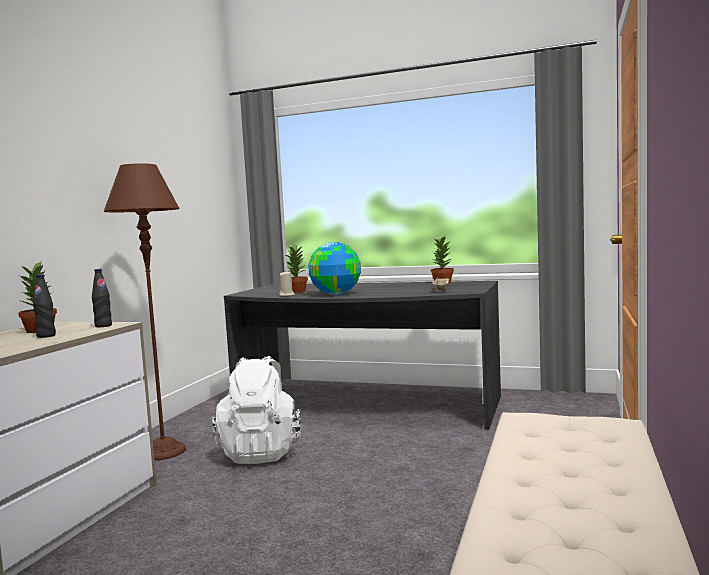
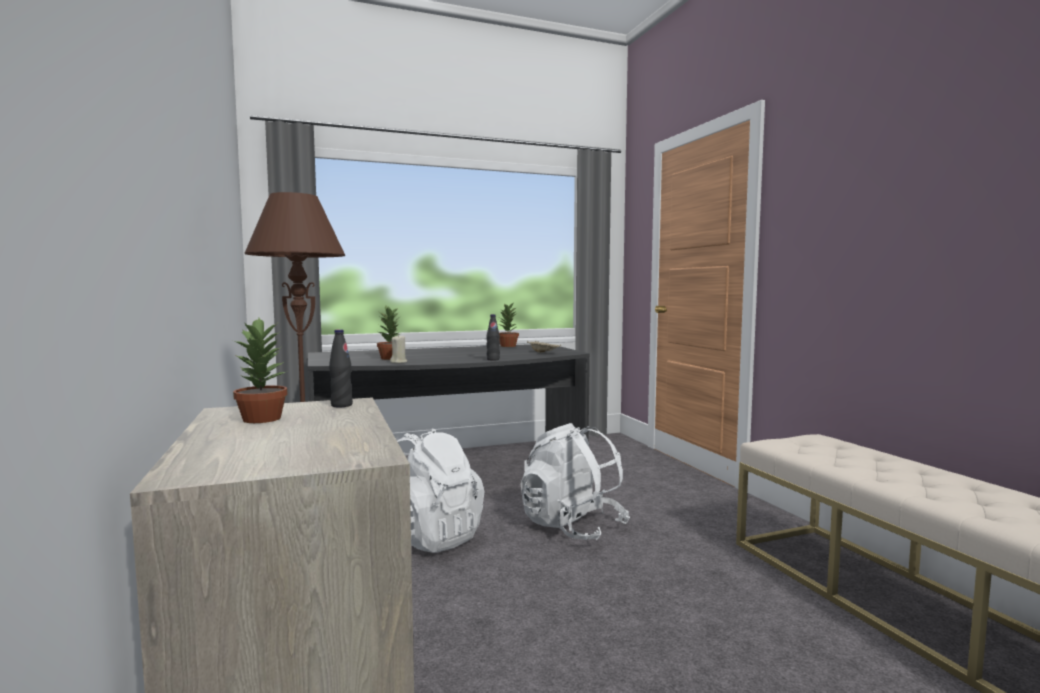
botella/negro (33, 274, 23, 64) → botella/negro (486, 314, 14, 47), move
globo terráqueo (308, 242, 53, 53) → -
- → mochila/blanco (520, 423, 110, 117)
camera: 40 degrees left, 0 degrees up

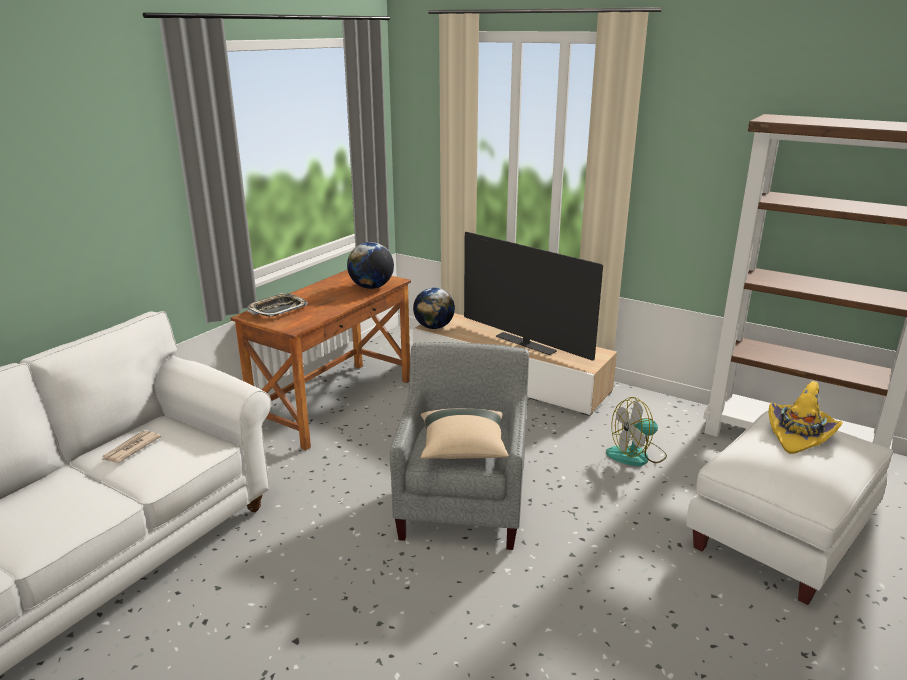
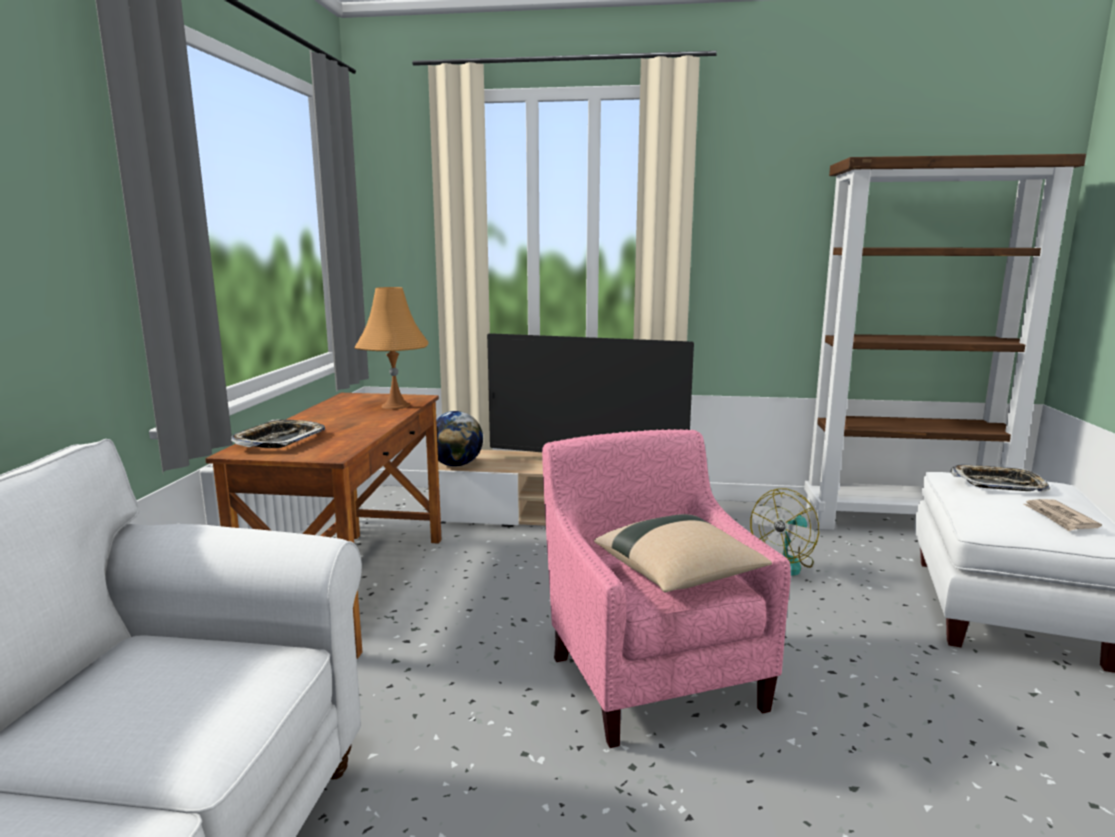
periódico (102, 431, 59, 32) → periódico (1023, 499, 79, 32), move
globo terráqueo (347, 242, 47, 47) → lámpara de mesa/naranja (354, 287, 74, 122)
sillón/gris (390, 342, 139, 208) → sillón/rosa (542, 429, 249, 319)
sombrero/amarillo (769, 381, 74, 73) → bandeja (950, 464, 100, 27)
camera: 25 degrees left, 10 degrees down

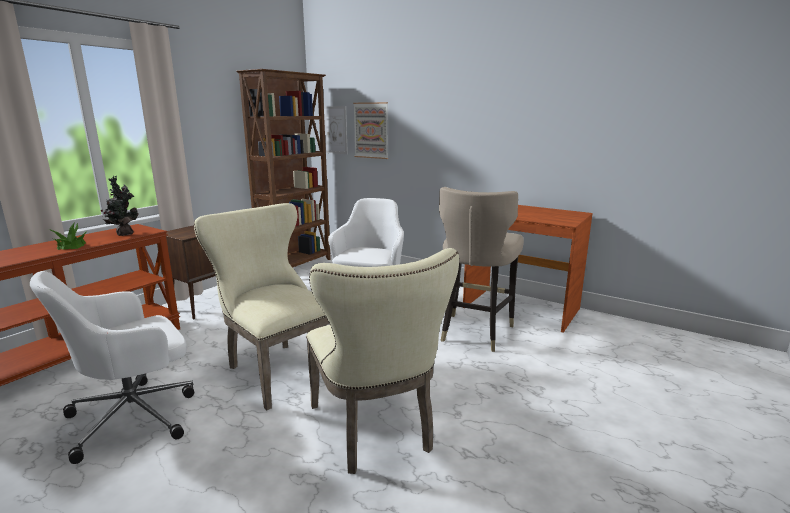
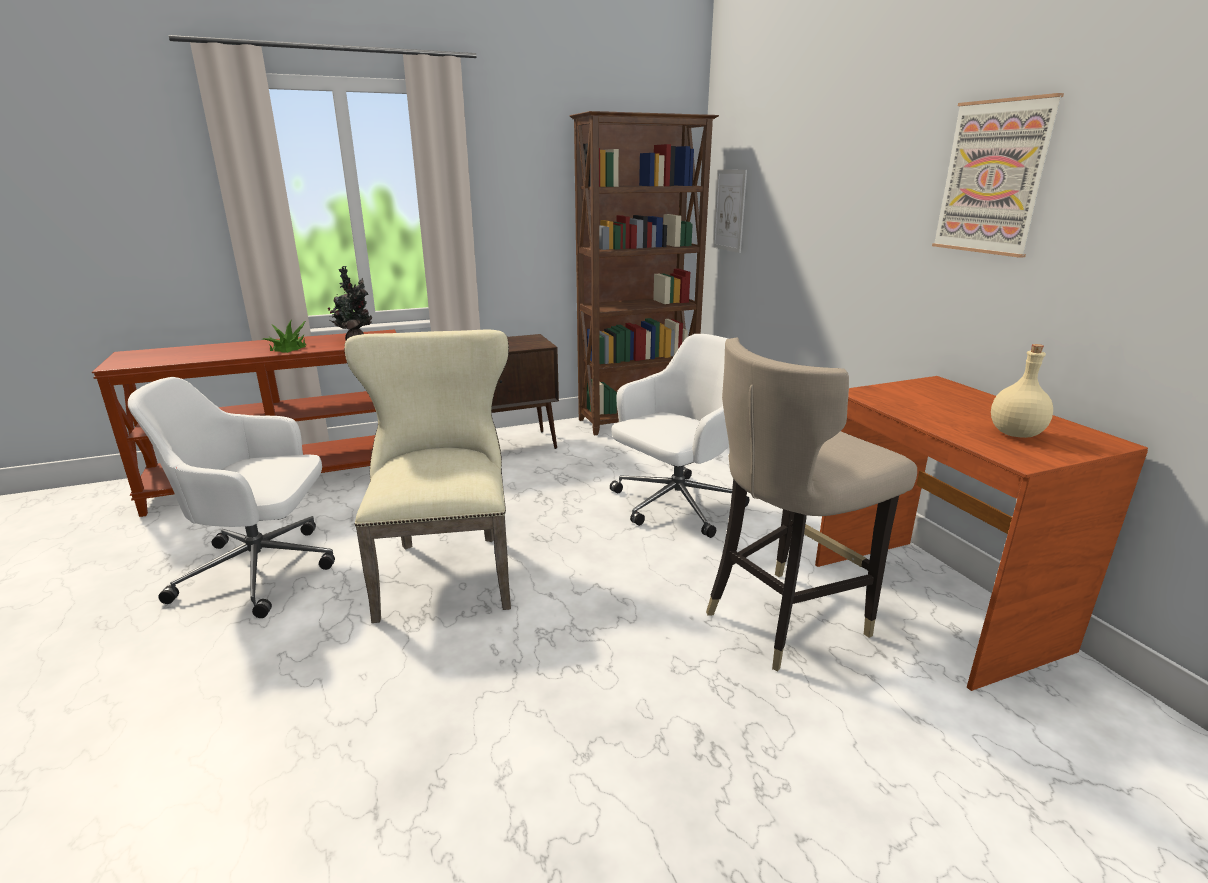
silla/beis (306, 248, 153, 226) → -
cuadro (353, 102, 35, 57) → cuadro (932, 93, 132, 165), move
- → botella/beis (991, 344, 62, 94)
camera: 35 degrees right, 5 degrees up

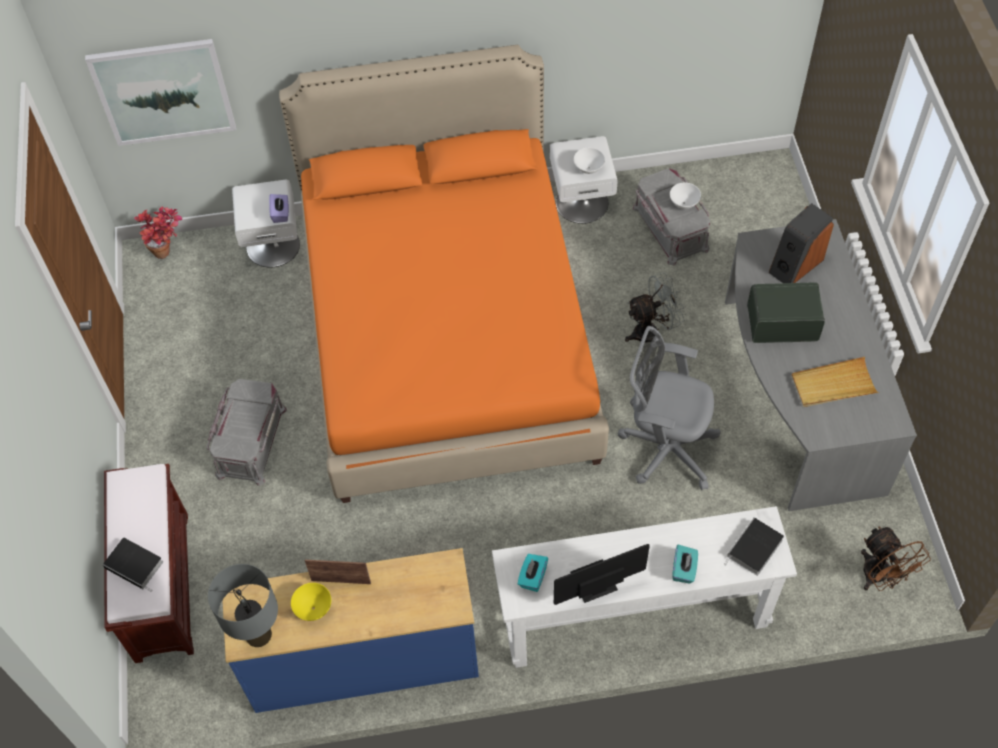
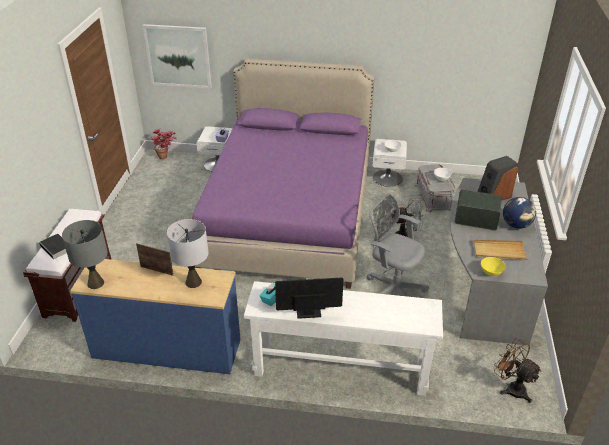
caja de almacenaje/gris (207, 379, 80, 107) → -
cama/naranja (279, 45, 330, 458) → cama/morado (192, 58, 183, 231)
cuenco/amarillo (291, 583, 40, 38) → cuenco/amarillo (481, 257, 25, 19), move
caja de pañuelos/turquesa (672, 544, 26, 40) → -
libro (724, 518, 60, 58) → -
ventilador/marrón (861, 526, 70, 65) → ventilador/marrón (494, 339, 48, 64), 150 degrees clockwise
- → lámpara de mesa/gris (167, 219, 42, 69)
- → globo terráqueo (503, 197, 33, 32)
camera: 15 degrees right, 20 degrees down

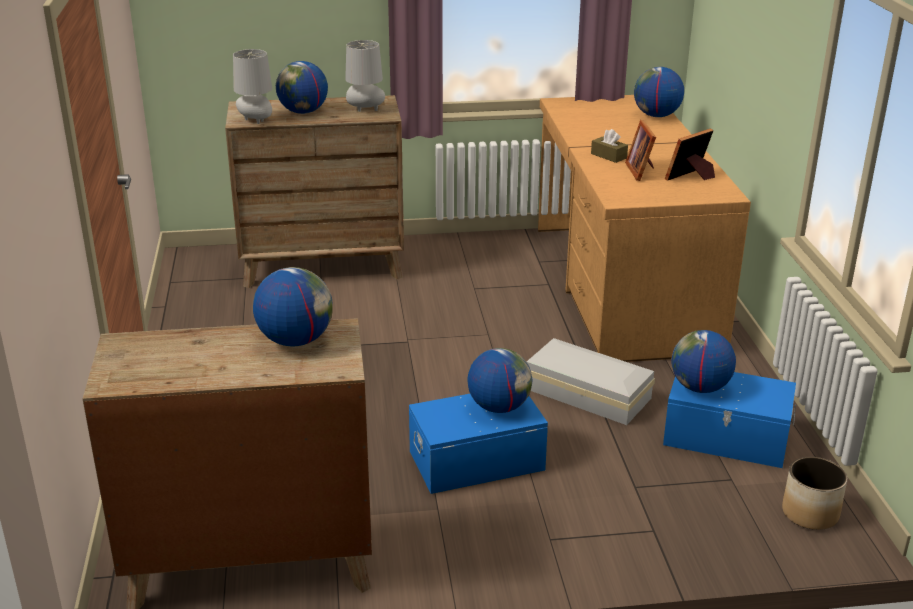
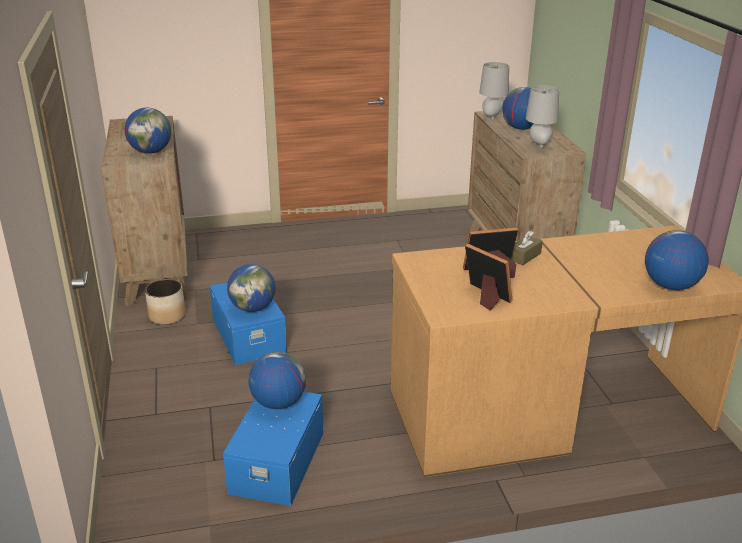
caja de almacenaje/blanco (527, 338, 128, 87) → -
maceta (782, 457, 65, 73) → maceta (145, 279, 41, 46), move
camera: 85 degrees right, 0 degrees up

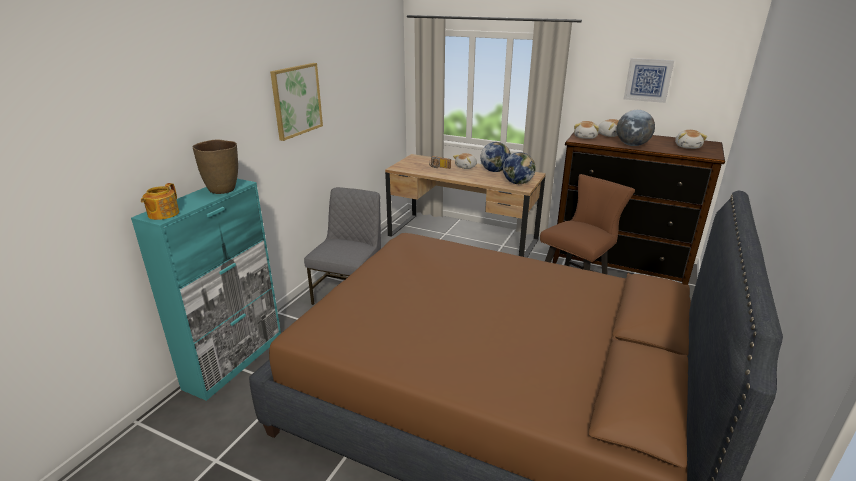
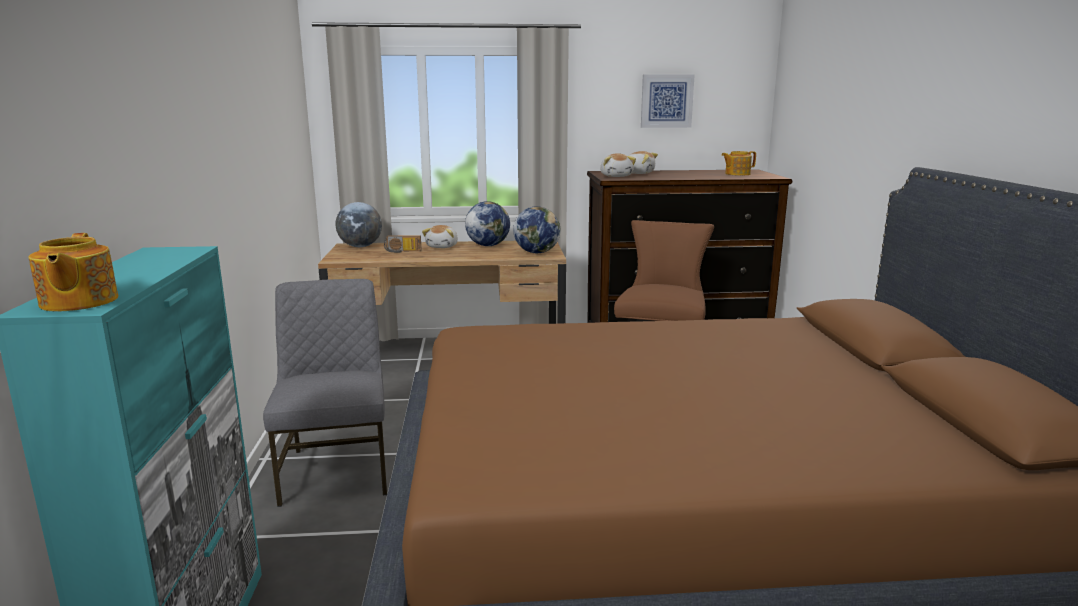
florero/marrón (193, 140, 45, 54) → -
cuadro (270, 63, 53, 78) → -
globo terráqueo (617, 110, 38, 36) → globo terráqueo (335, 202, 47, 45), move
peluche (675, 130, 32, 19) → tetera (721, 151, 35, 25)
camera: 30 degrees left, 10 degrees down

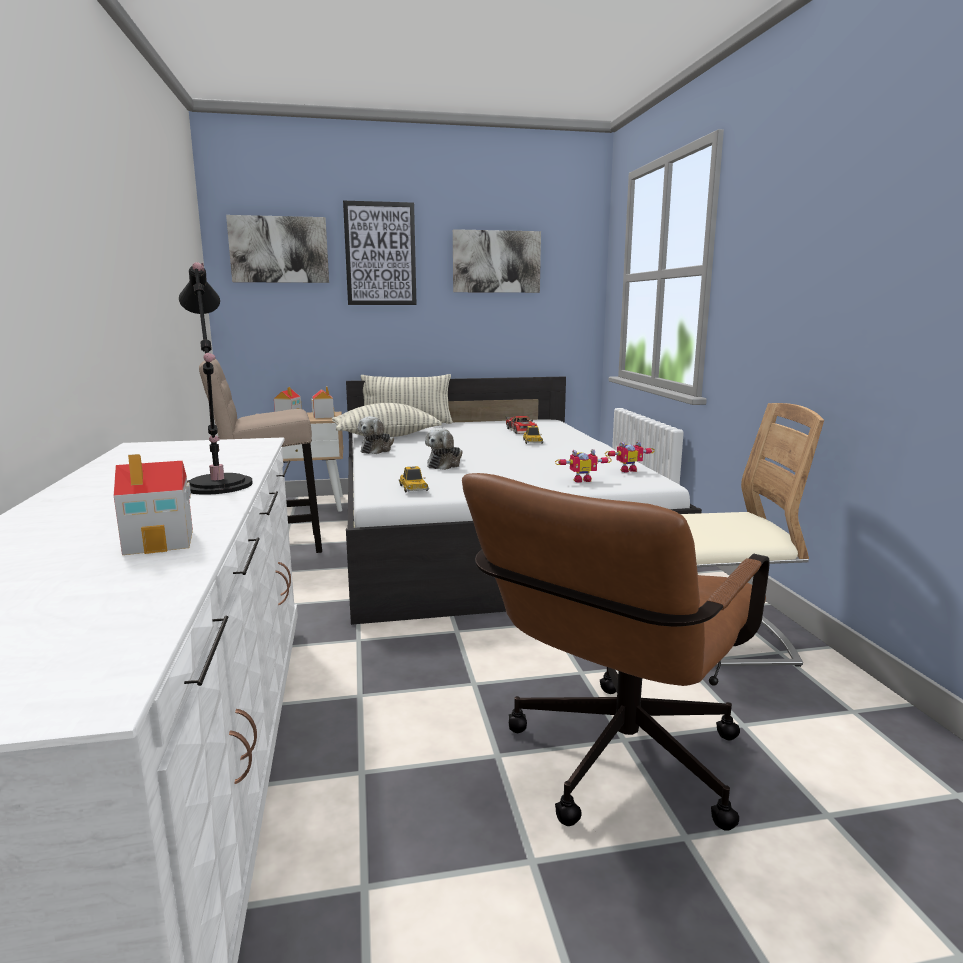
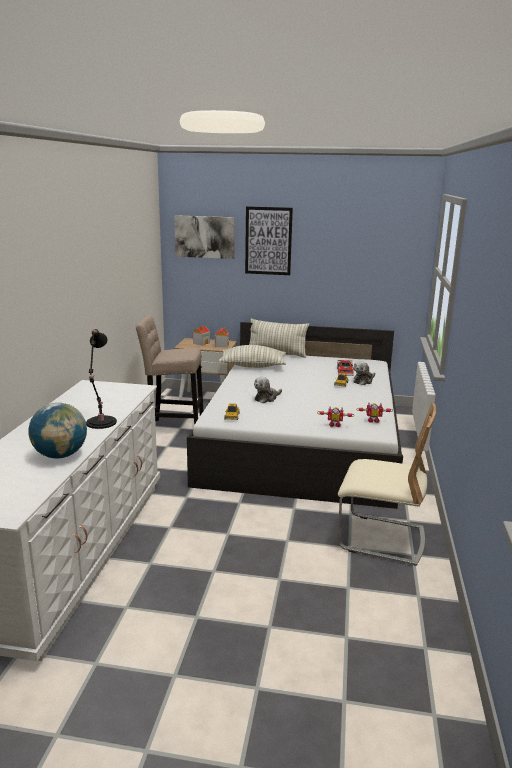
casita (114, 454, 79, 101) → globo terráqueo (28, 403, 59, 55)
peluche (358, 416, 36, 38) → peluche (353, 361, 22, 24), move
cuadro (453, 229, 88, 64) → -
silla de oficina/marrón (462, 473, 308, 358) → -
camera: 20 degrees right, 5 degrees up

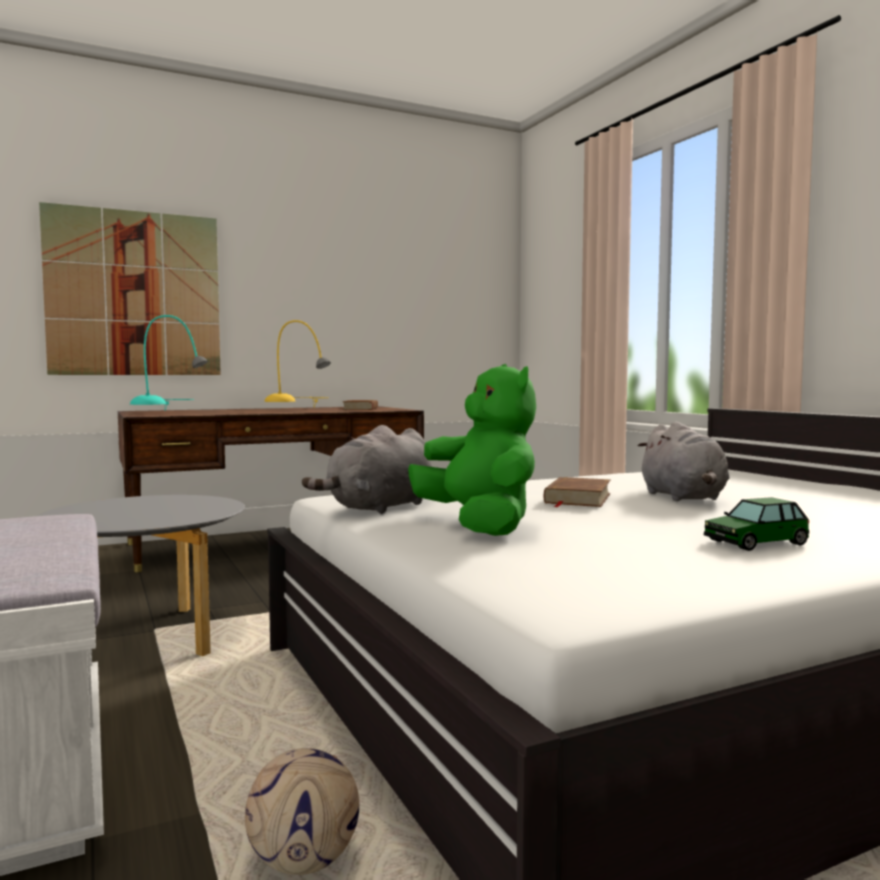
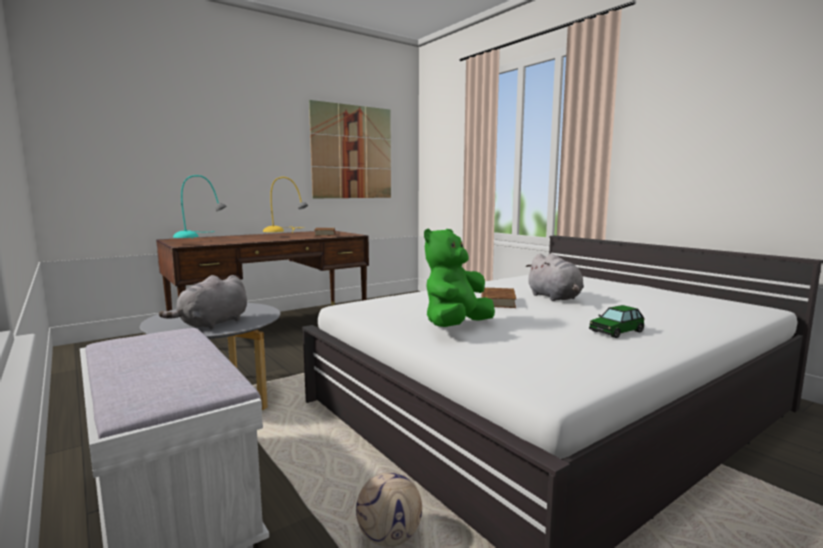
cuadro (39, 202, 182, 173) → cuadro (309, 100, 82, 98), move
peluche/gris (302, 425, 130, 89) → peluche/gris (159, 275, 88, 54), move
peluche/verde (408, 364, 128, 172) → peluche/verde (424, 229, 71, 98), 105 degrees counterclockwise
camera: 10 degrees left, 5 degrees up

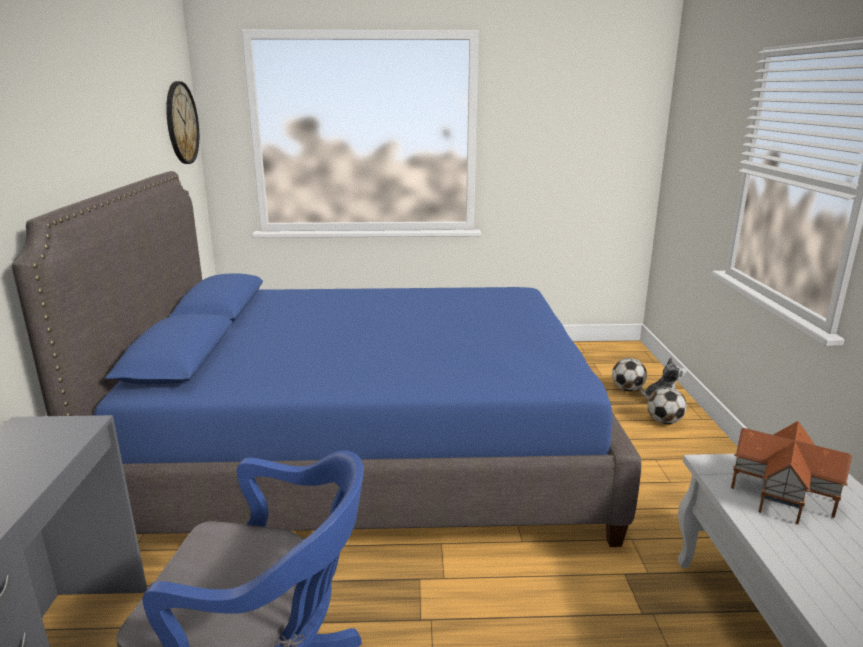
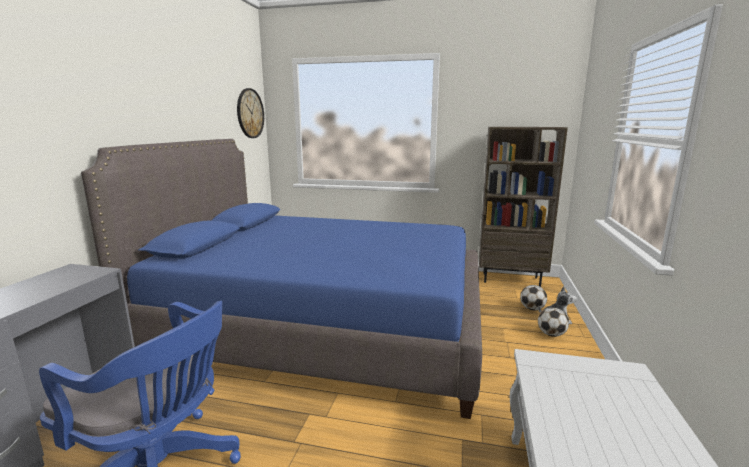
casita (731, 421, 121, 103) → -
- → estantería/marrón (479, 127, 89, 160)
camera: 15 degrees right, 5 degrees down

